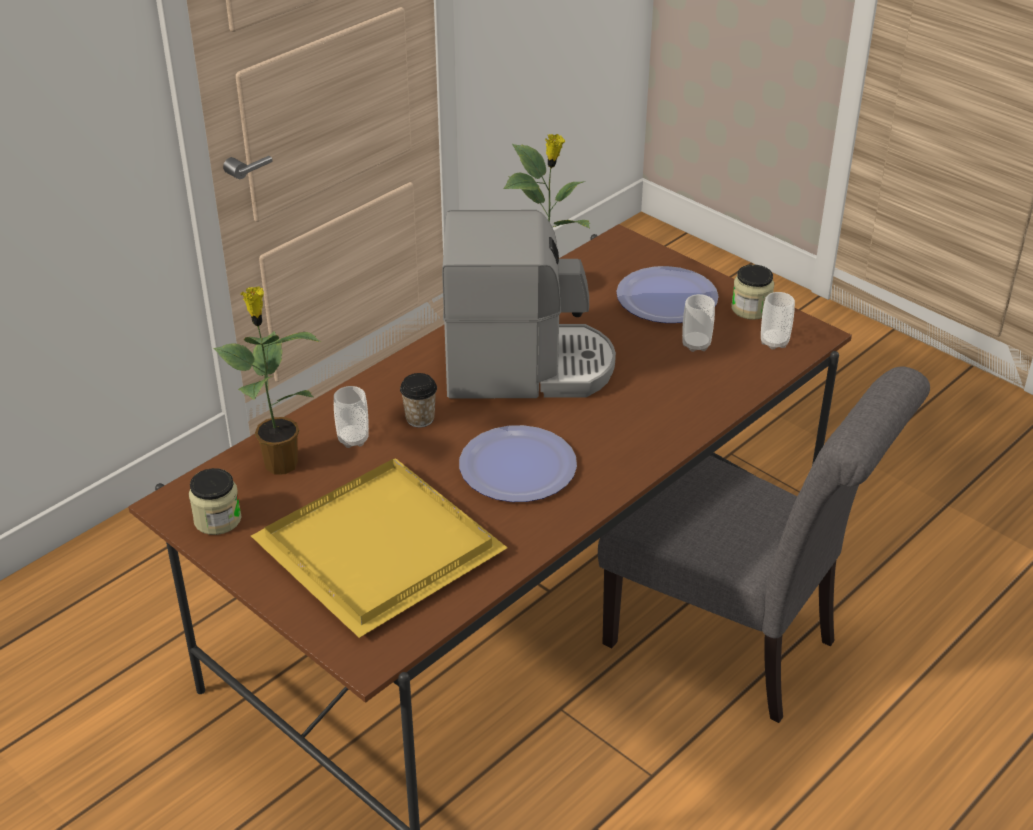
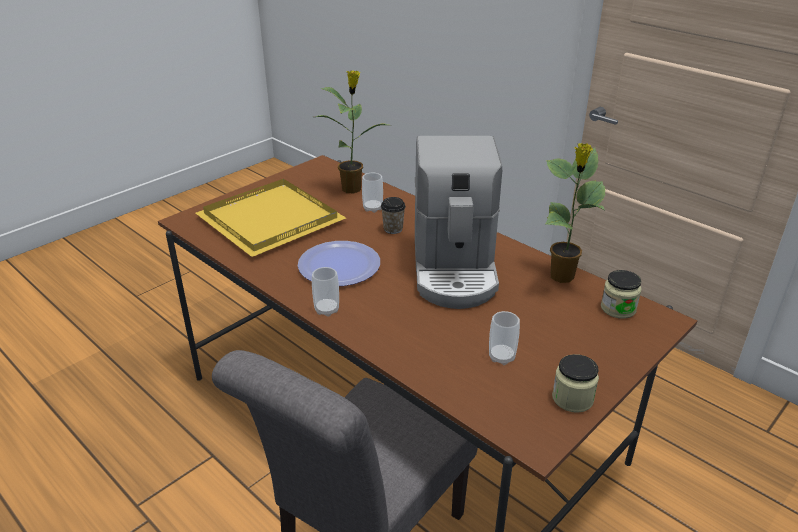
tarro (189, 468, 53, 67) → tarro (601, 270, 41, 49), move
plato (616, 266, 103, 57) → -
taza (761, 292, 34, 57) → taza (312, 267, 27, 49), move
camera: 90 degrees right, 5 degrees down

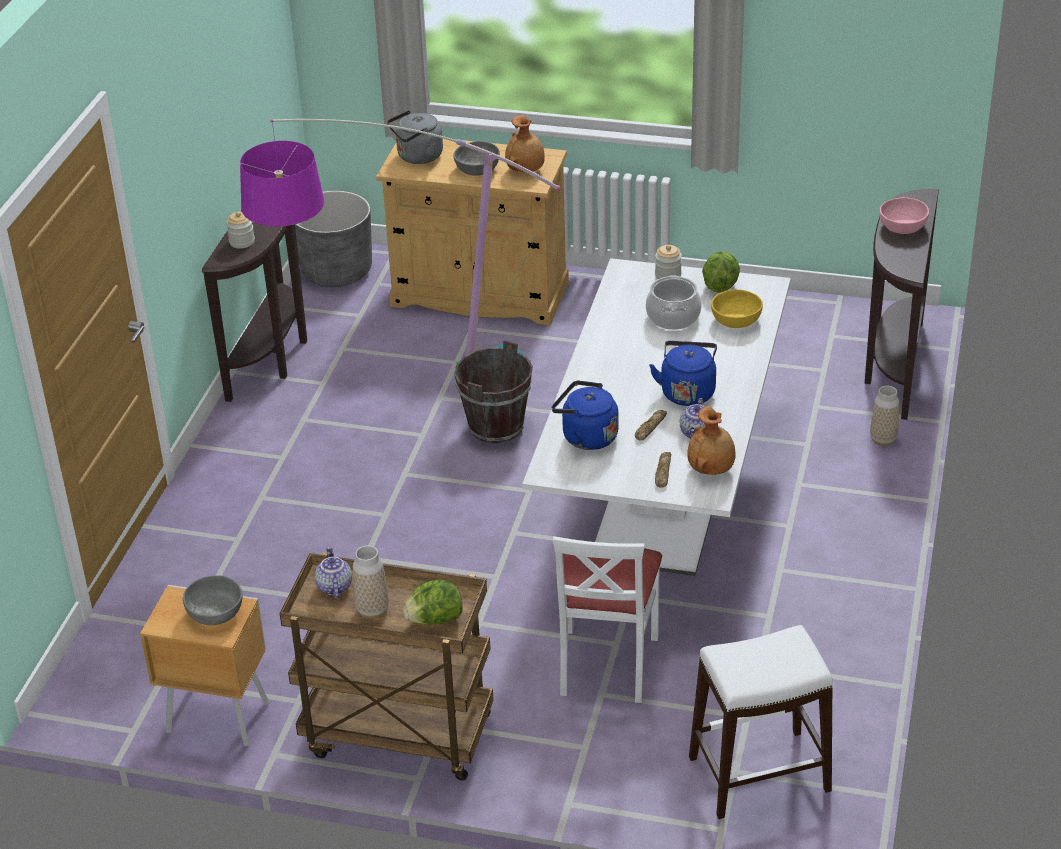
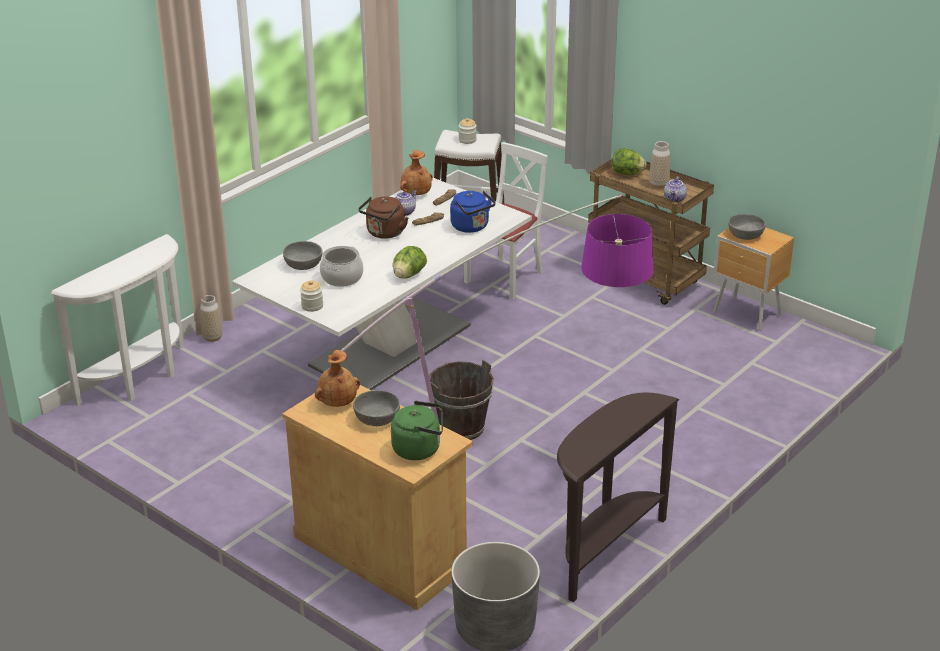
tarro (226, 212, 29, 36) → tarro (459, 118, 18, 26), move
hervidor/gris (387, 110, 56, 54) → hervidor/verde (391, 401, 52, 59)
hervidor/azul (649, 341, 68, 65) → hervidor/marrón (358, 197, 50, 42)
lechuga (702, 251, 38, 42) → lechuga (393, 246, 34, 33), move
cuenco/amarillo (711, 290, 52, 38) → cuenco/gris (283, 241, 39, 29)
mesa consola/marrón (865, 189, 74, 231) → mesa consola/blanco (51, 234, 133, 172)
cuenco/rosa (879, 197, 50, 37) → -
camera: 155 degrees left, 5 degrees down

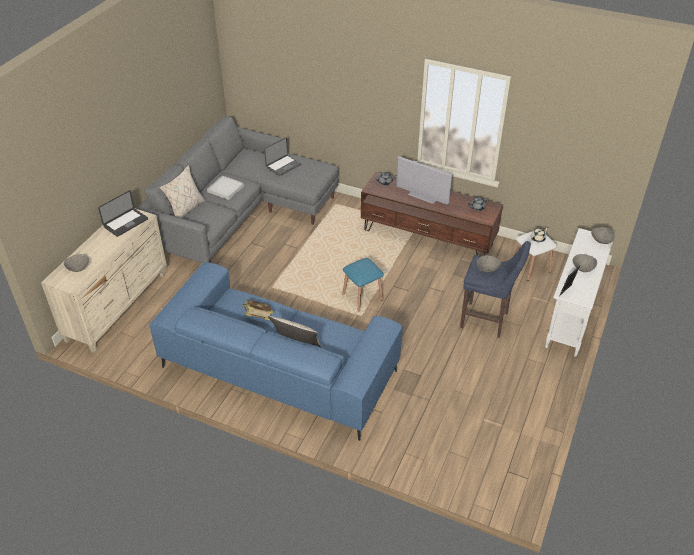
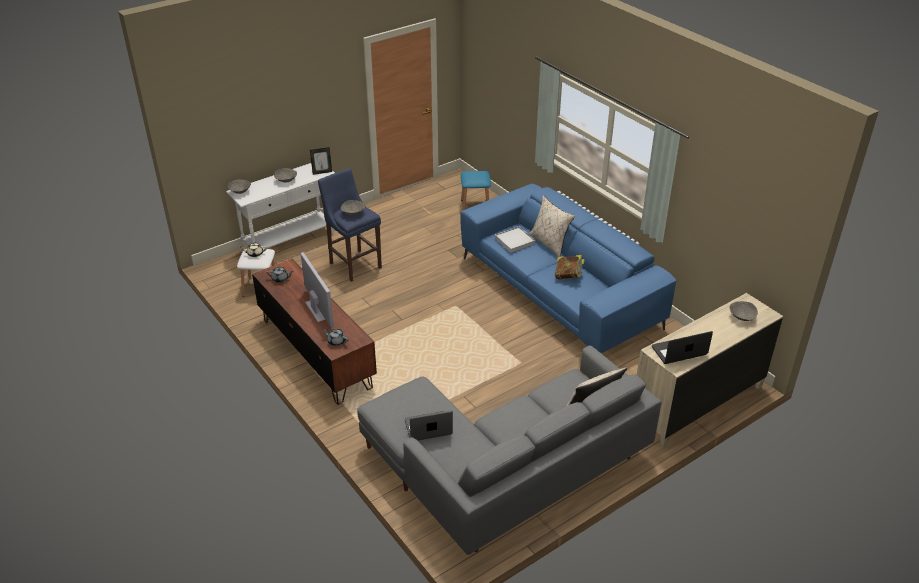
bandeja/blanco (207, 176, 37, 24) → bandeja/blanco (495, 227, 40, 25), move
taburete/azul (343, 258, 41, 53) → taburete/azul (461, 171, 30, 39), move
camera: 150 degrees left, 5 degrees down

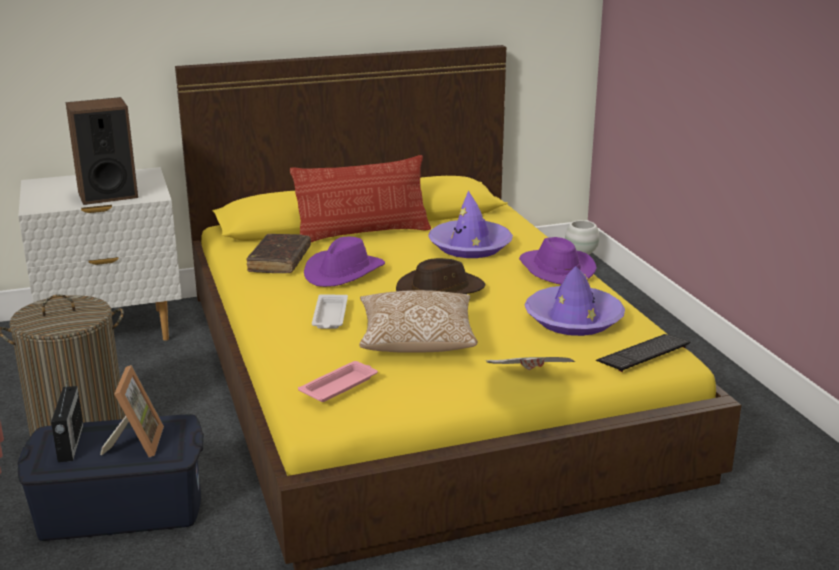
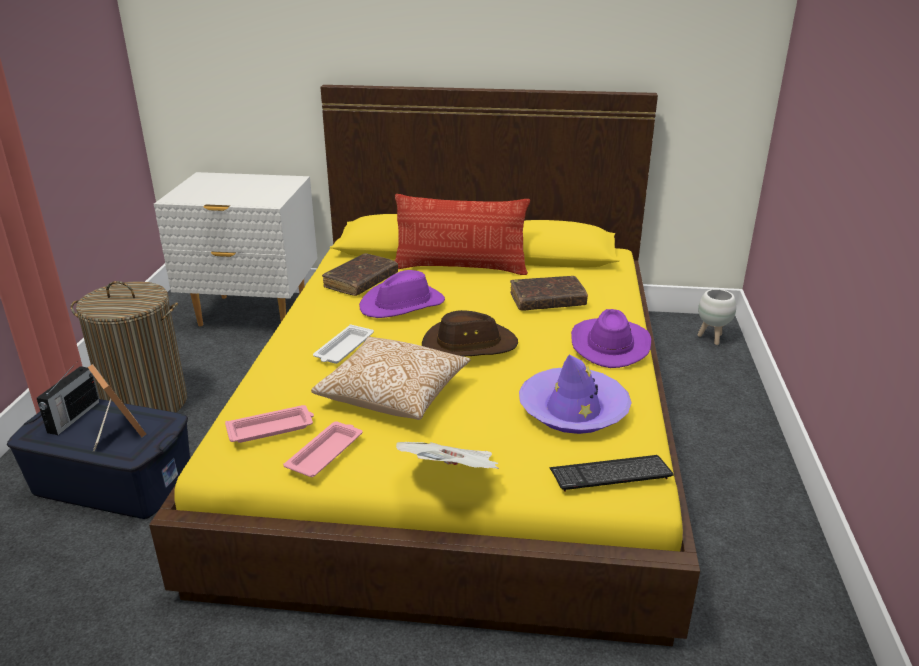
altavoz (66, 97, 72, 108) → -
portarretratos (100, 365, 64, 92) → portarretratos (88, 364, 58, 87), 60 degrees counterclockwise
sombrero/morado (428, 191, 85, 67) → libro/marrón (510, 276, 78, 35)
- → bandeja/rosa (283, 422, 80, 55)
camera: 25 degrees right, 5 degrees up

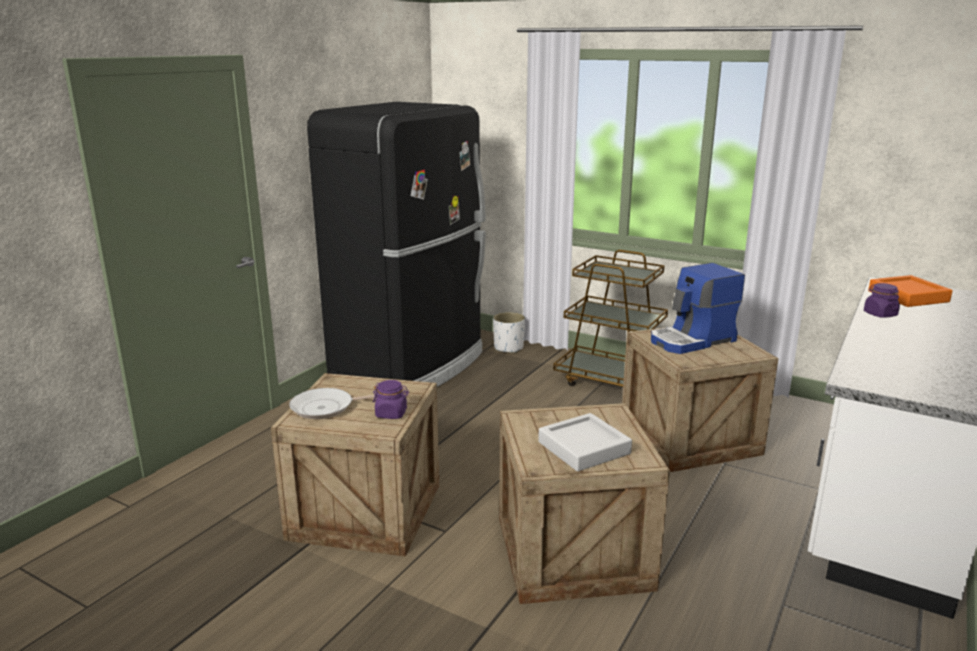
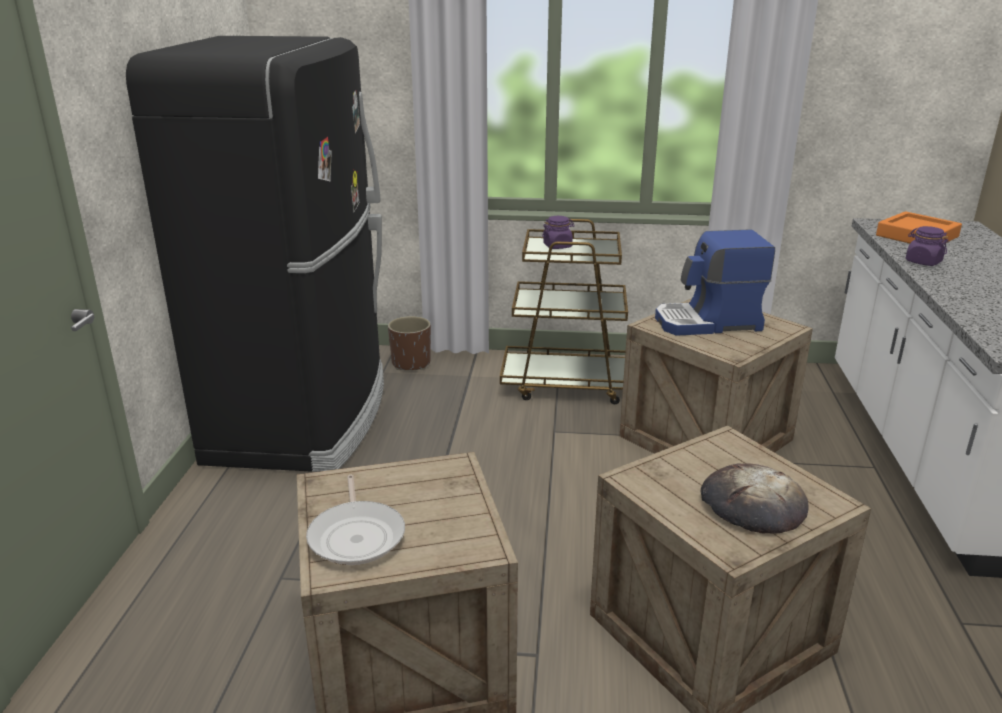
sartén (289, 388, 86, 31) → sartén (306, 475, 99, 90), 60 degrees counterclockwise
tarro/morado (373, 380, 36, 39) → tarro/morado (542, 216, 33, 33), move
maceta/blanco (493, 312, 32, 41) → maceta/marrón (388, 316, 43, 55)
bandeja/gris (538, 413, 94, 59) → pan (701, 463, 107, 71)
cafetera (651, 263, 94, 91) → cafetera (655, 229, 120, 107), 45 degrees clockwise
camera: 25 degrees left, 5 degrees up

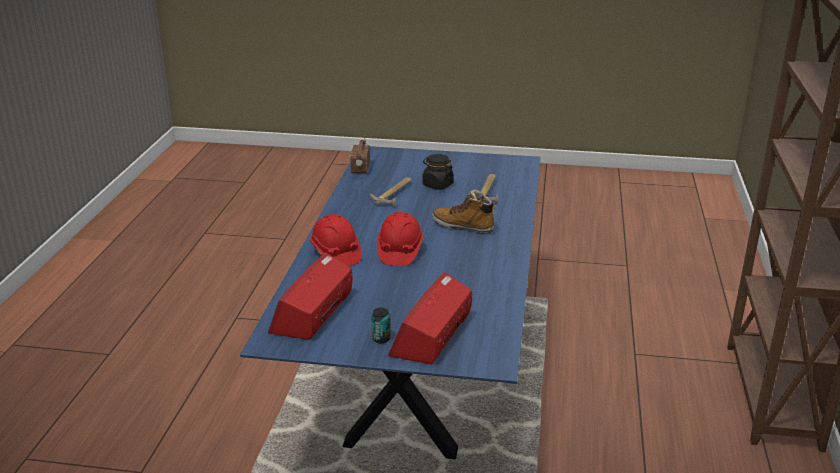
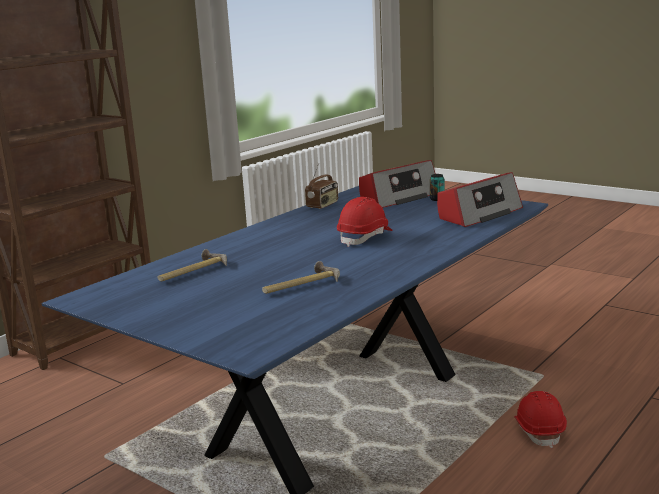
casco/rojo (310, 214, 52, 52) → casco/rojo (514, 391, 53, 57), move
radio (349, 136, 21, 38) → radio (305, 164, 33, 45), move
tarro/negro (422, 154, 32, 36) → -
bota (432, 189, 64, 45) → -
camera: 150 degrees left, 10 degrees down

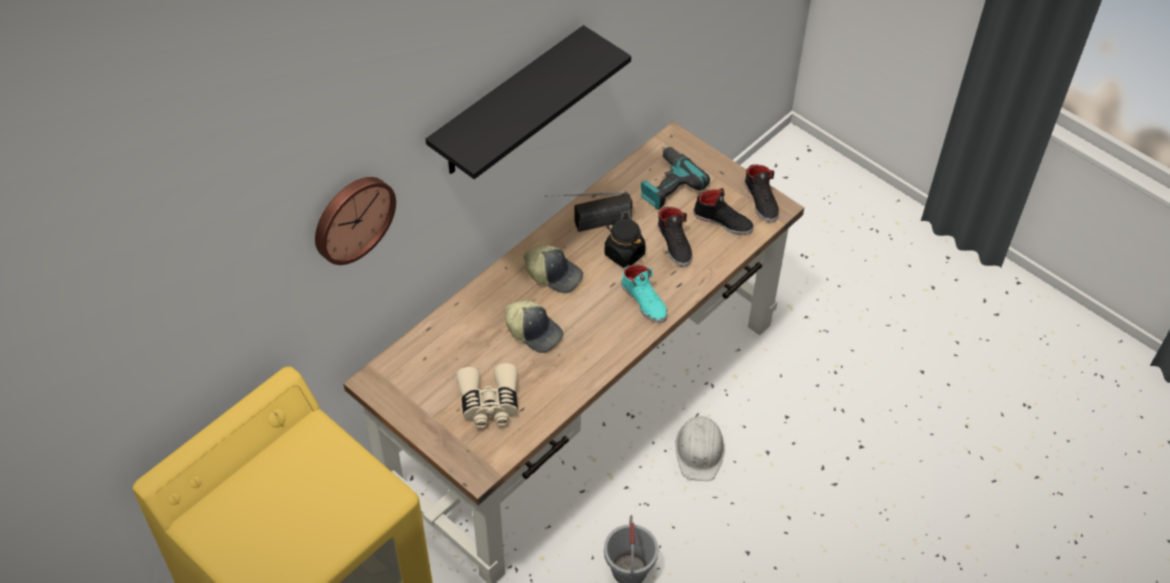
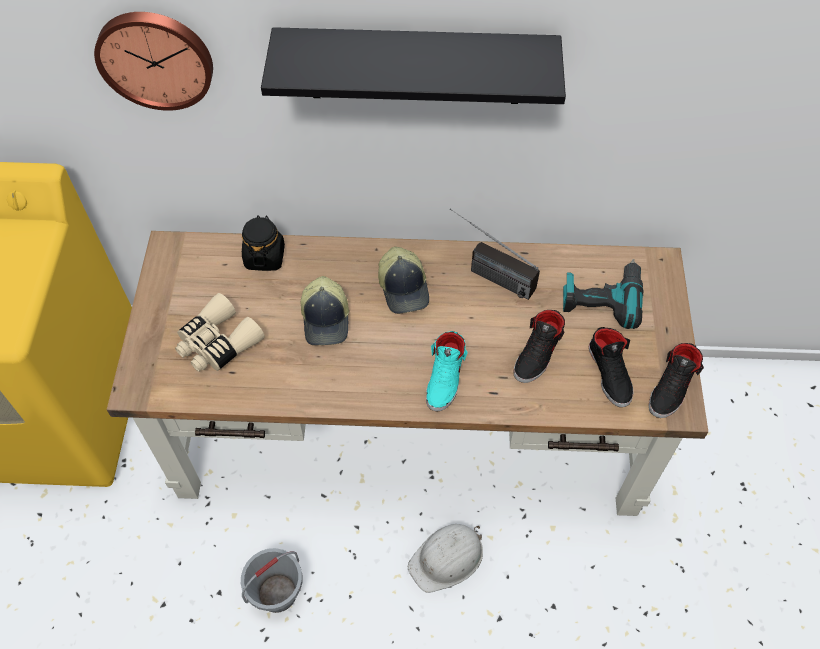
tarro/negro (604, 219, 42, 49) → tarro/negro (242, 215, 43, 56), move
camera: 50 degrees right, 5 degrees up

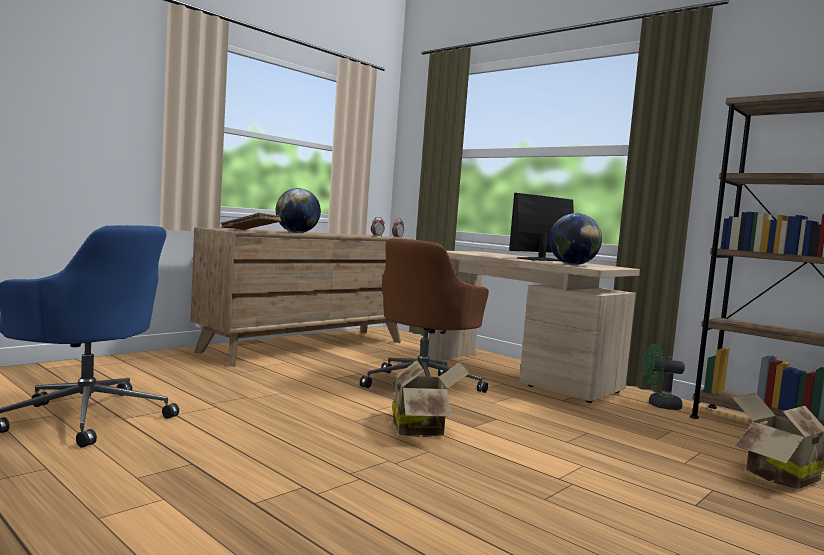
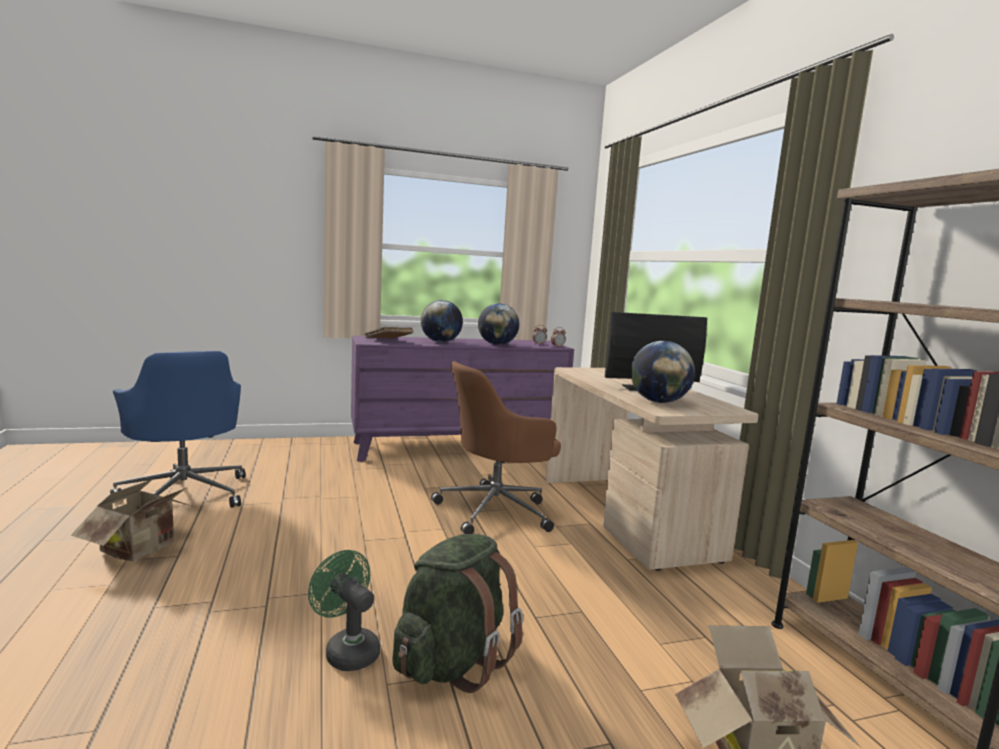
cómoda/marrón (190, 227, 223, 140) → cómoda/morado (351, 336, 223, 126)
caja de cartón (392, 361, 78, 76) → caja de cartón (71, 479, 123, 83), move
ventilador/verde (642, 344, 43, 66) → ventilador/verde (308, 550, 72, 121), move
- → mochila/verde (393, 534, 130, 159)
- → globo terráqueo (478, 303, 41, 42)
camera: 30 degrees right, 5 degrees up

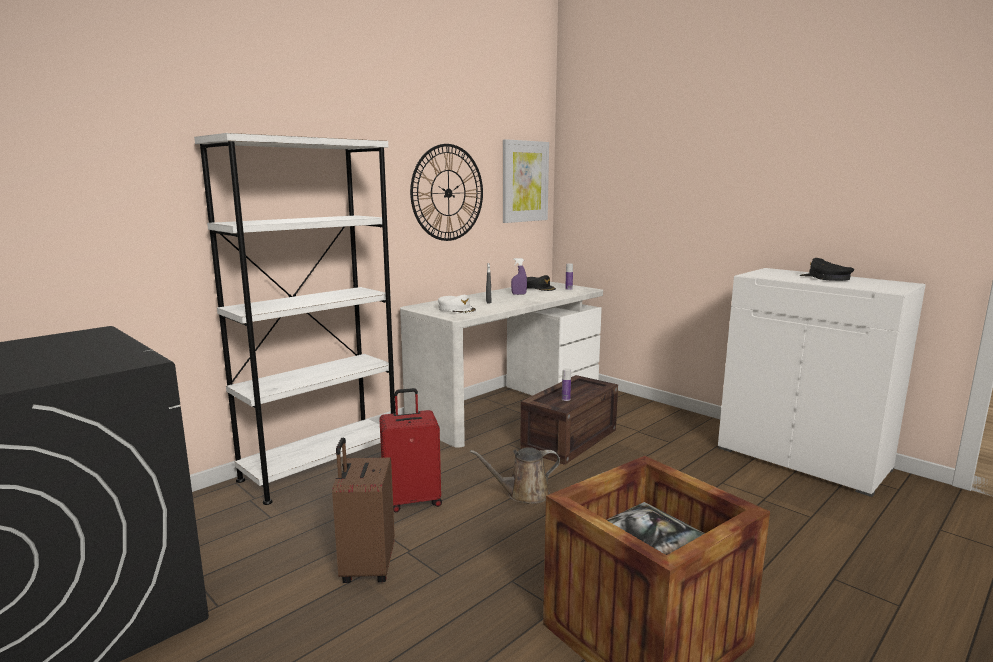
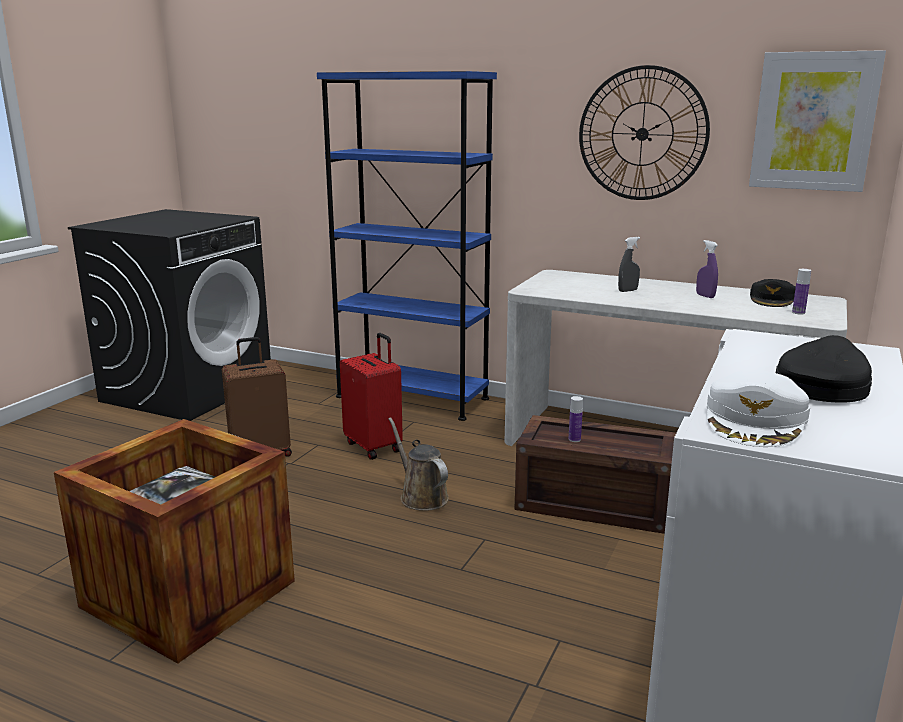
estantería/blanco (194, 133, 201, 372) → estantería/azul (317, 71, 180, 350)
gorra/blanco (438, 295, 38, 19) → gorra/blanco (707, 370, 103, 77), move
camera: 70 degrees right, 5 degrees up

